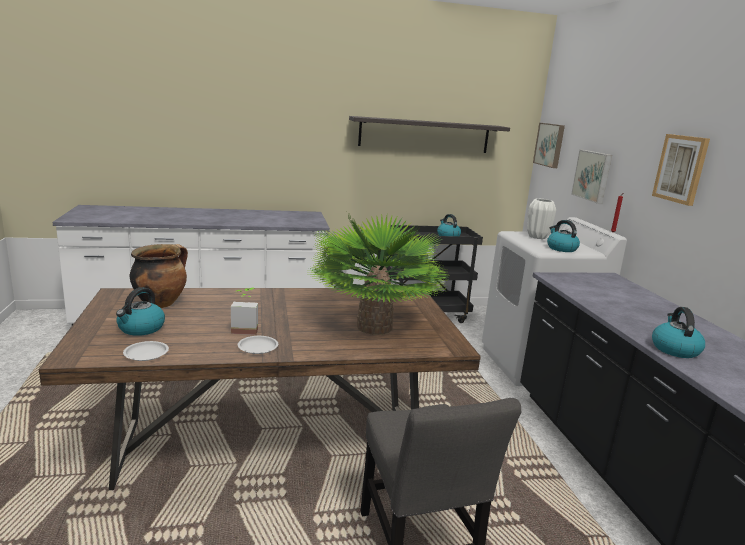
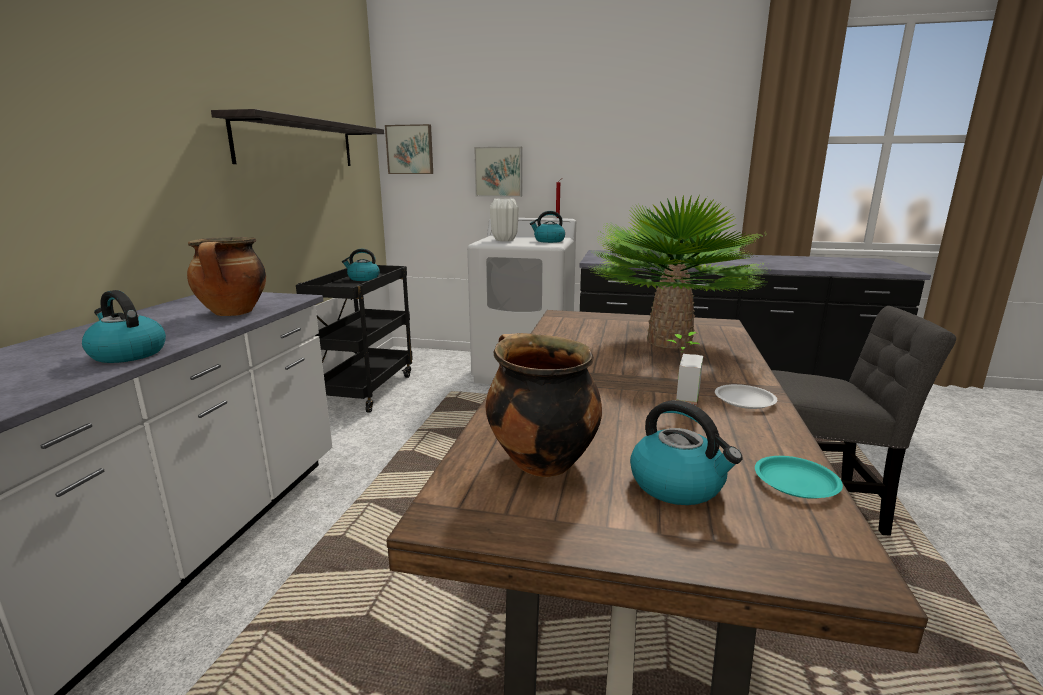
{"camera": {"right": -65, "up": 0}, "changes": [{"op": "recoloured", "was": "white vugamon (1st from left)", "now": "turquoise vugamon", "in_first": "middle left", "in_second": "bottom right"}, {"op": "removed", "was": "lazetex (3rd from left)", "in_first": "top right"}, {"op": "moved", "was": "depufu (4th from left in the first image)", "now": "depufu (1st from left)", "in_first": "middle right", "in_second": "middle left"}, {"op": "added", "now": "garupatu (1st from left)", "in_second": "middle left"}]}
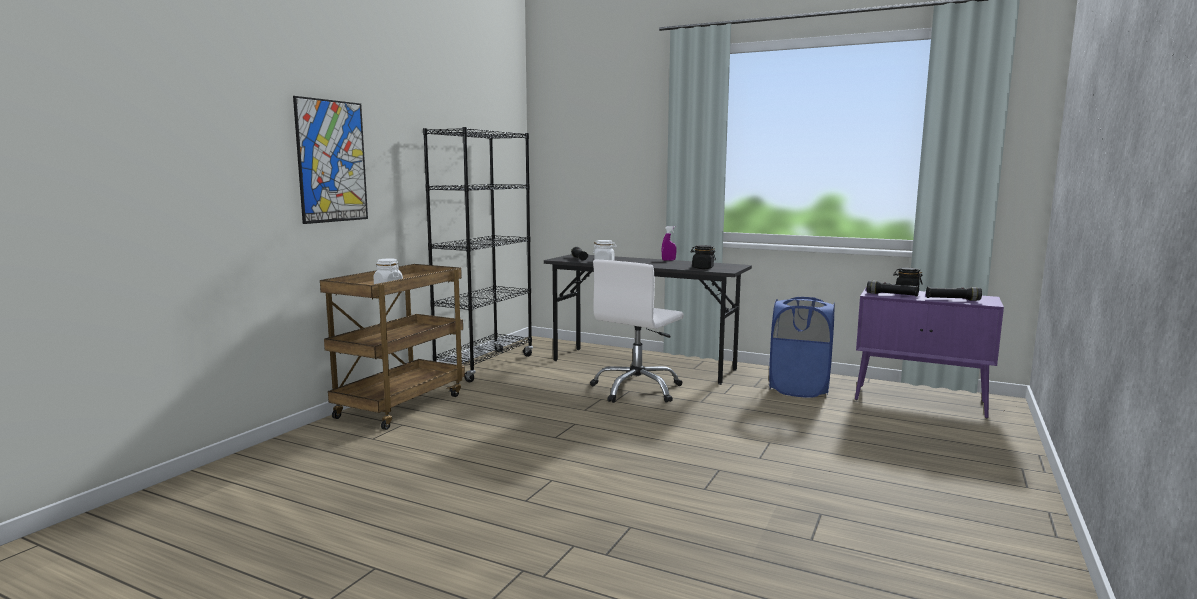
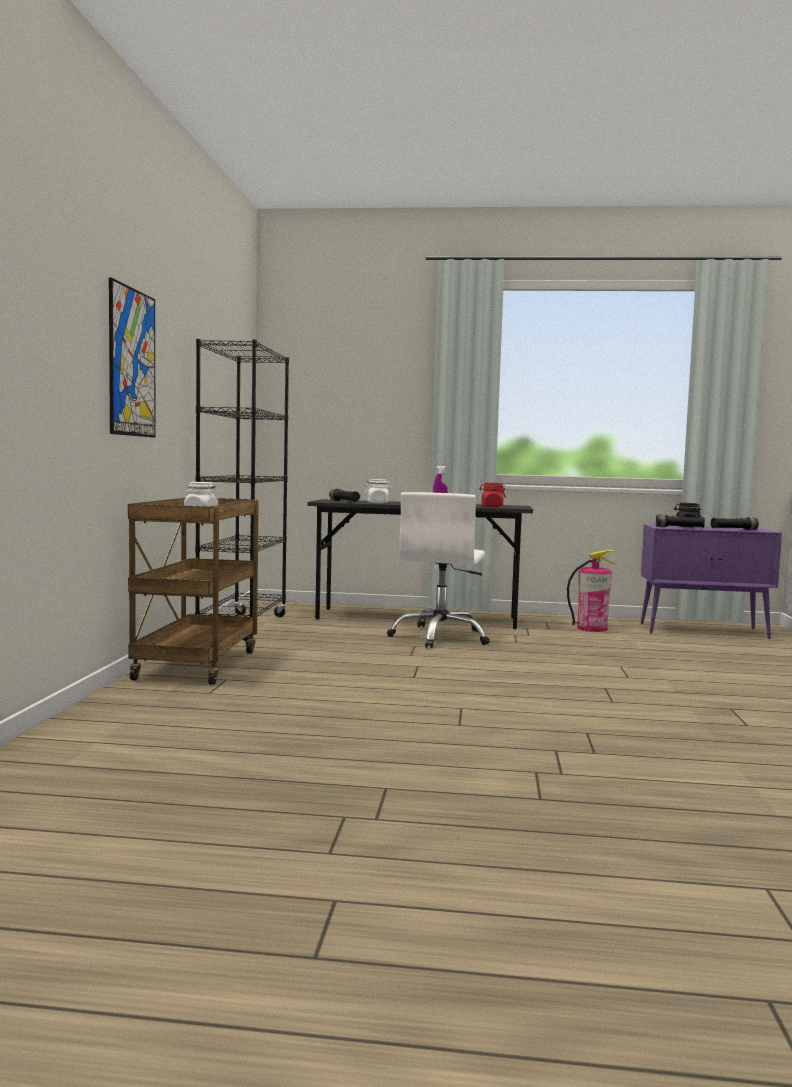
{"camera": {"right": -20, "up": -5}, "changes": [{"op": "recoloured", "was": "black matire (1st from left)", "now": "red matire", "in_first": "centre", "in_second": "centre"}, {"op": "replaced", "was": "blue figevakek", "now": "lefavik", "in_first": "middle right", "in_second": "middle right"}]}
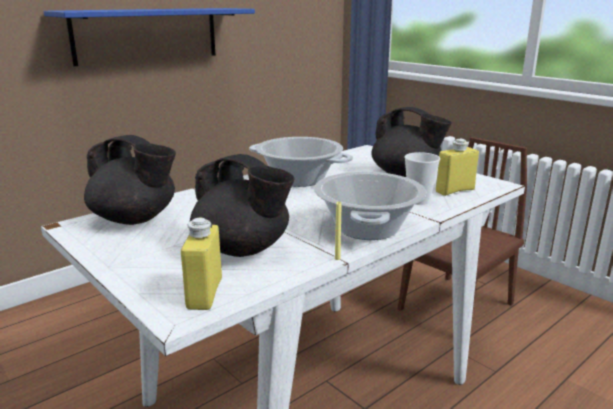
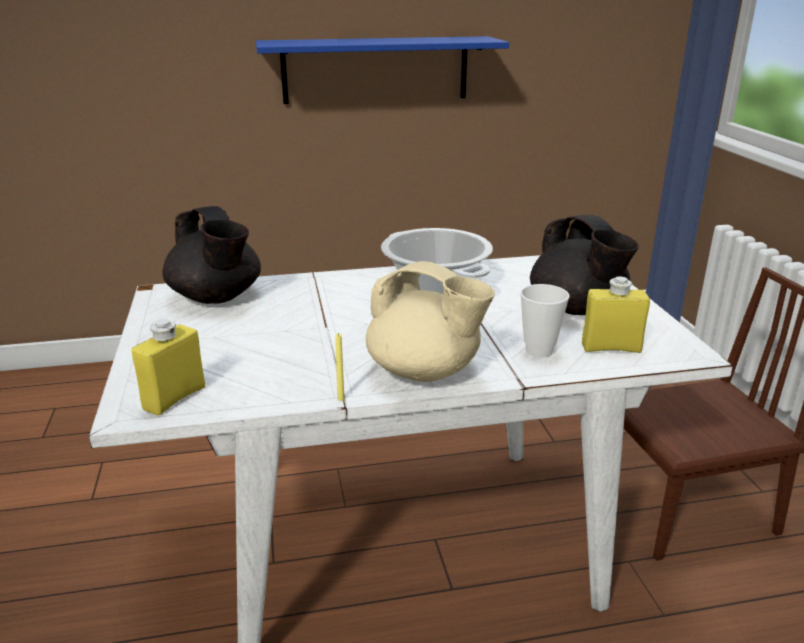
{"camera": {"right": 30, "up": 5}, "changes": [{"op": "removed", "was": "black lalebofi (2nd from left)", "in_first": "centre"}, {"op": "replaced", "was": "garupatu (2nd from left)", "now": "beige lalebofi", "in_first": "centre", "in_second": "centre"}]}
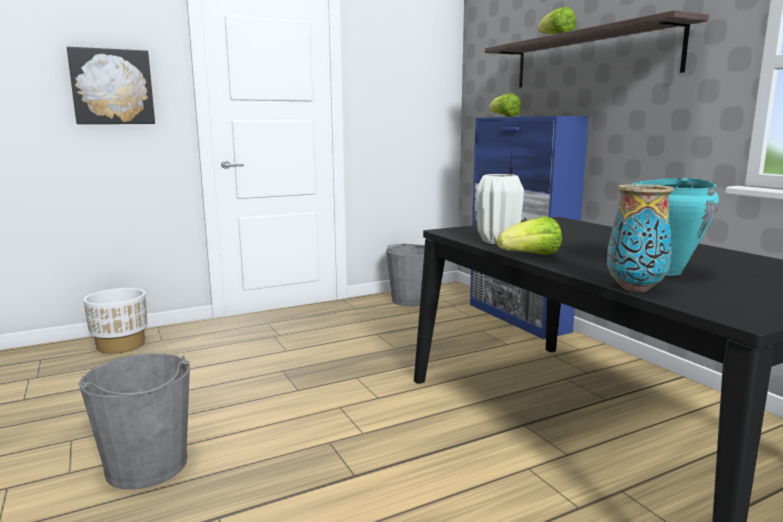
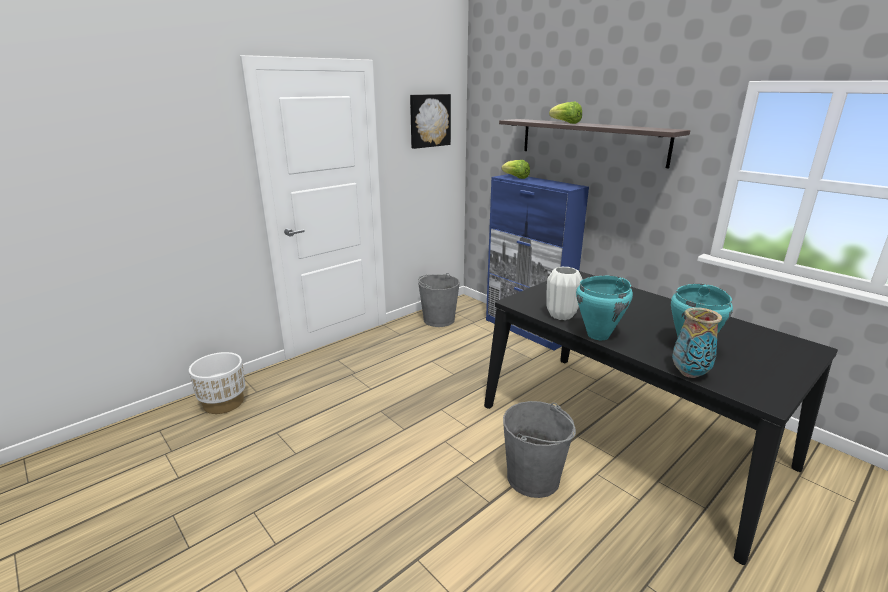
{"camera": {"right": -15, "up": 10}, "changes": [{"op": "moved", "was": "lazetex", "in_first": "top left", "in_second": "top centre"}, {"op": "moved", "was": "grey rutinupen (1st from left in the first image)", "now": "grey rutinupen (2nd from left)", "in_first": "bottom left", "in_second": "bottom centre"}, {"op": "replaced", "was": "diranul (2nd from left)", "now": "turquoise garupatu (1st from left)", "in_first": "middle right", "in_second": "middle right"}]}
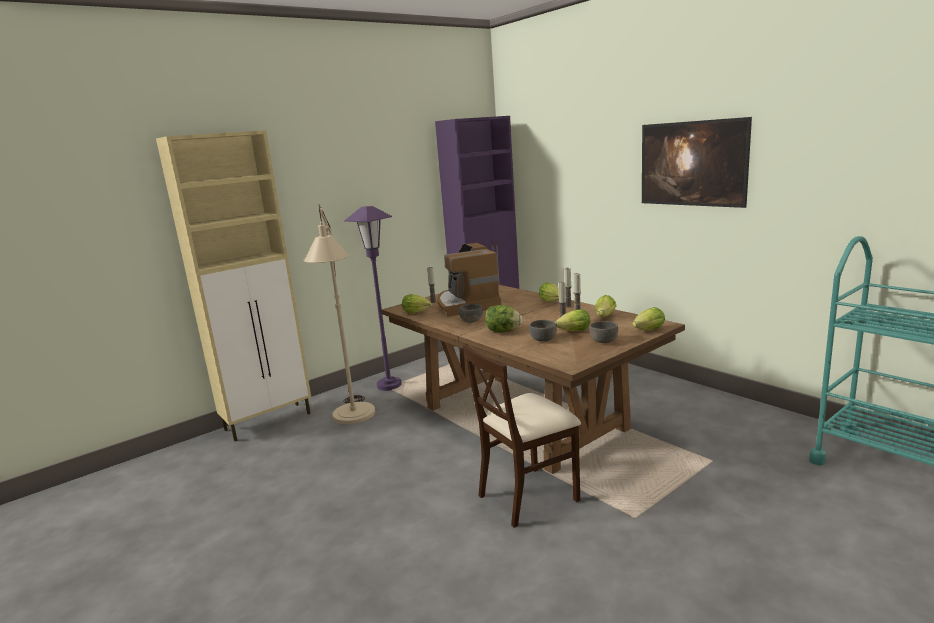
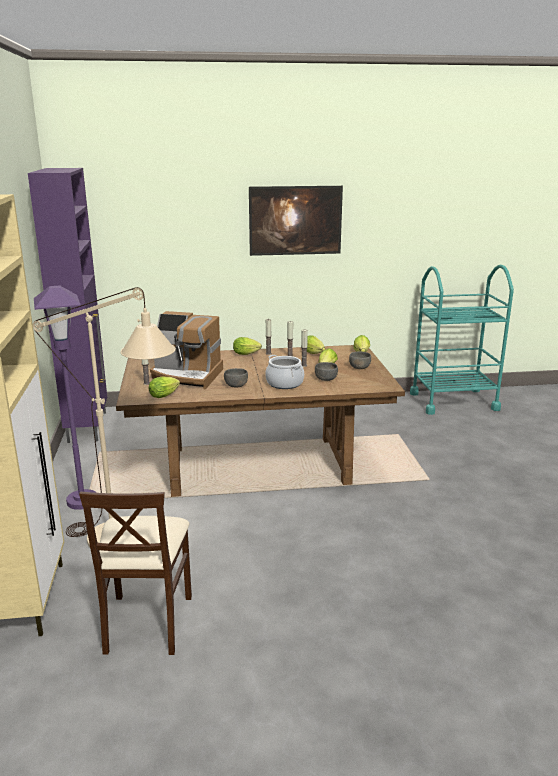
{"camera": {"right": -60, "up": 5}, "changes": [{"op": "moved", "was": "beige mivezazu", "in_first": "bottom centre", "in_second": "bottom left"}, {"op": "replaced", "was": "diranul (2nd from left)", "now": "garupatu", "in_first": "centre", "in_second": "centre"}]}
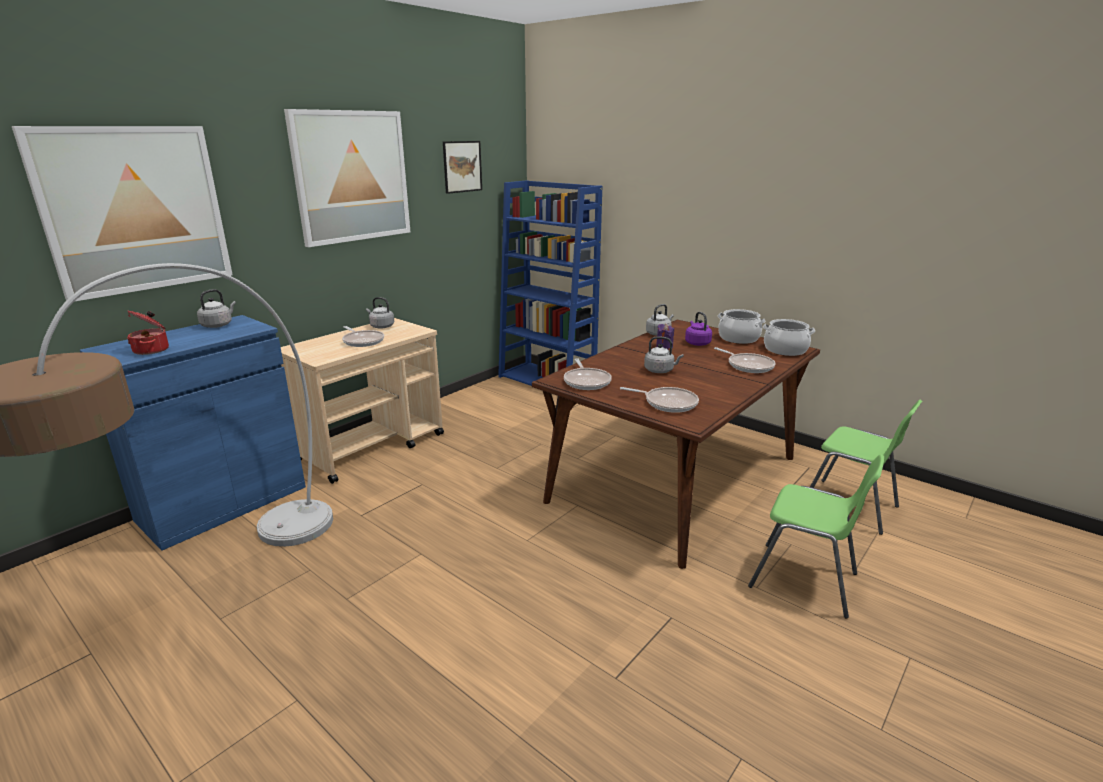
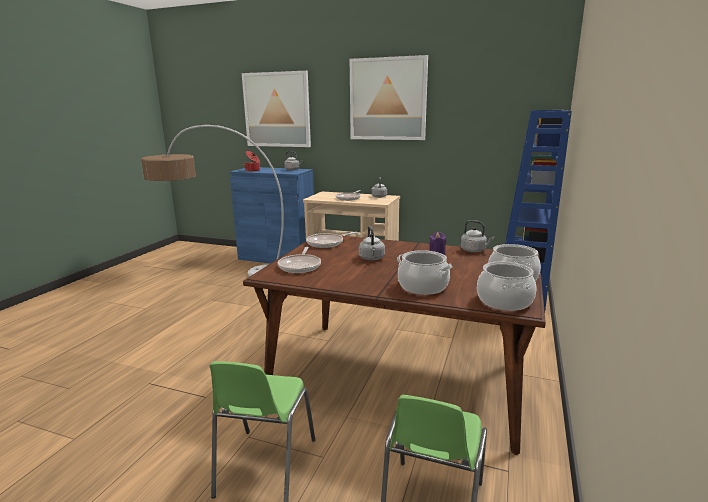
{"camera": {"right": 70, "up": -5}, "changes": [{"op": "removed", "was": "lazetex (3rd from left)", "in_first": "top centre"}, {"op": "removed", "was": "purple depufu", "in_first": "centre"}, {"op": "replaced", "was": "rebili (4th from left)", "now": "garupatu (2nd from left)", "in_first": "middle right", "in_second": "centre"}]}
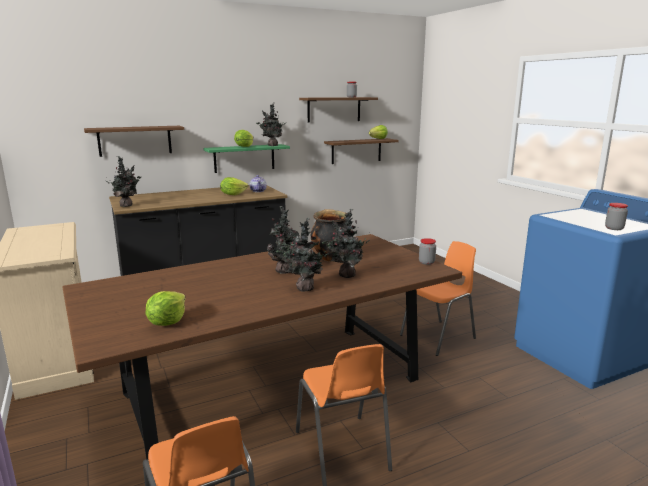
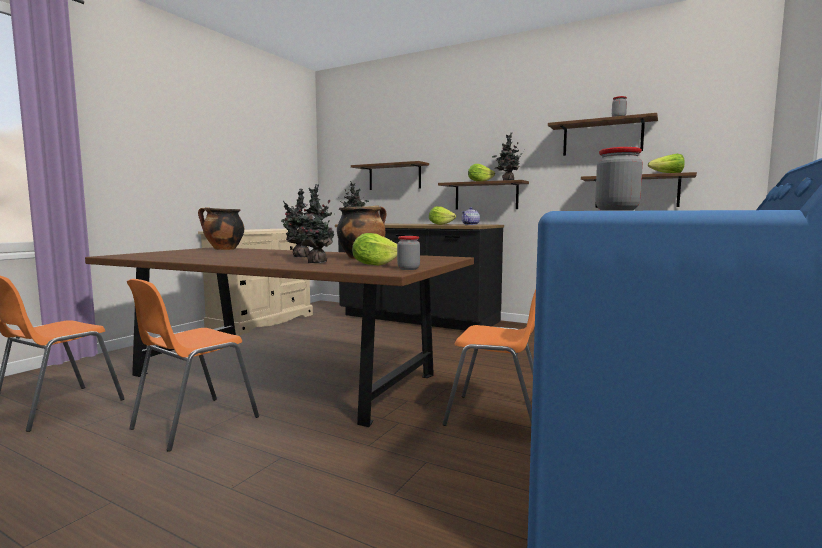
{"camera": {"right": 55, "up": -10}, "changes": [{"op": "moved", "was": "diranul (1st from left)", "in_first": "middle left", "in_second": "centre"}, {"op": "recoloured", "was": "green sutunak", "now": "brown sutunak (2nd from left)", "in_first": "top centre", "in_second": "centre"}, {"op": "removed", "was": "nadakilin (4th from left)", "in_first": "centre"}, {"op": "added", "now": "garupatu (1st from left)", "in_second": "middle left"}]}
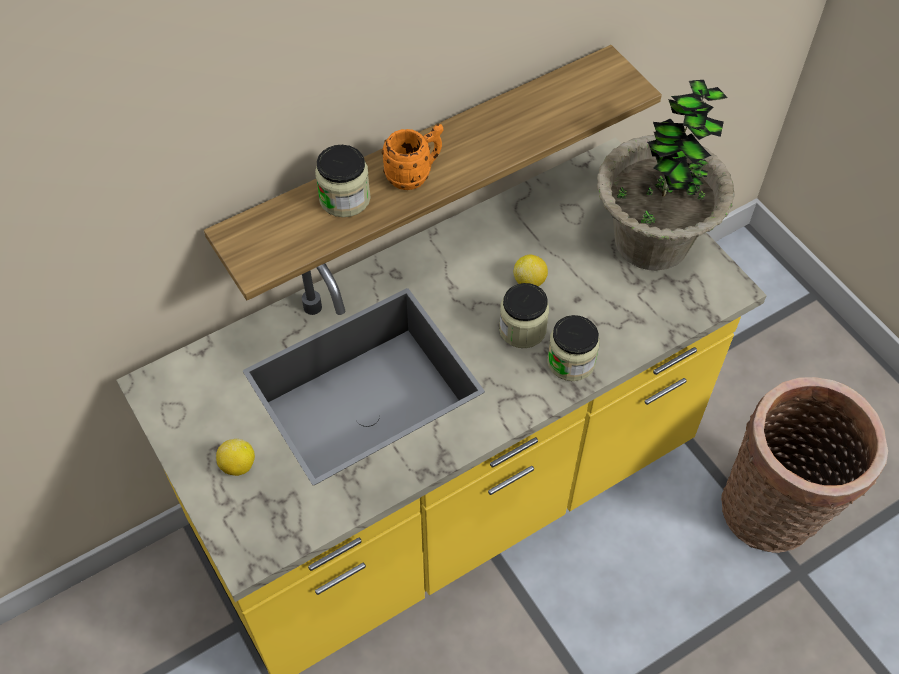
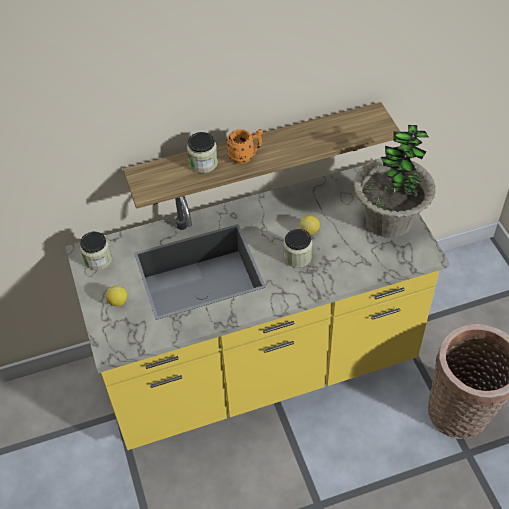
{"camera": {"right": 15, "up": -5}, "changes": [{"op": "moved", "was": "matire (3rd from left in the first image)", "now": "matire (1st from left)", "in_first": "centre", "in_second": "middle left"}]}
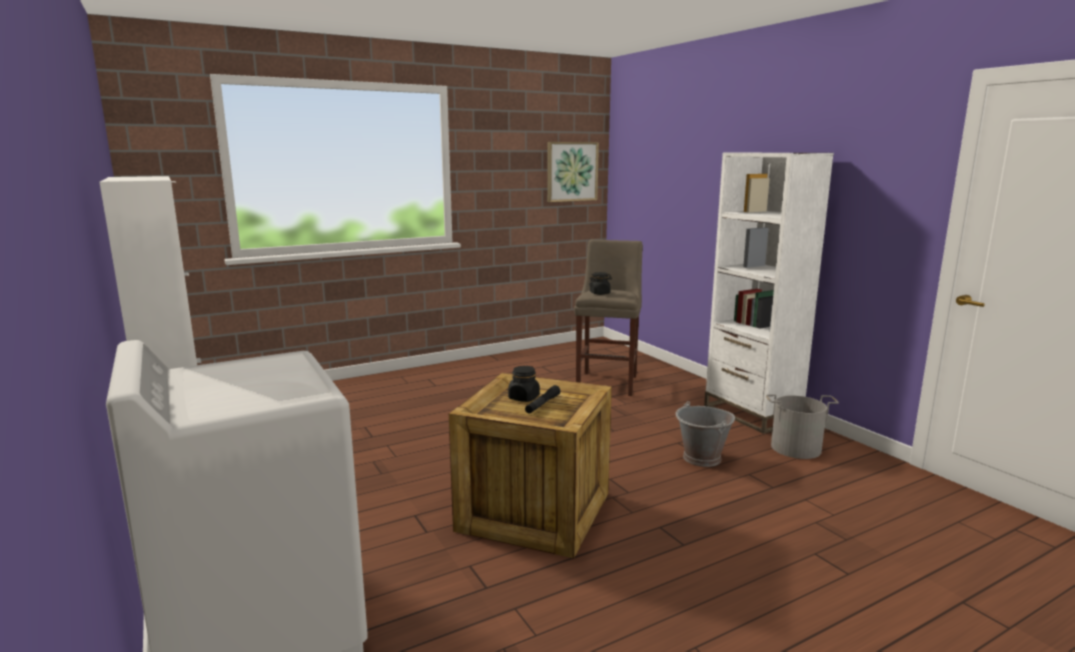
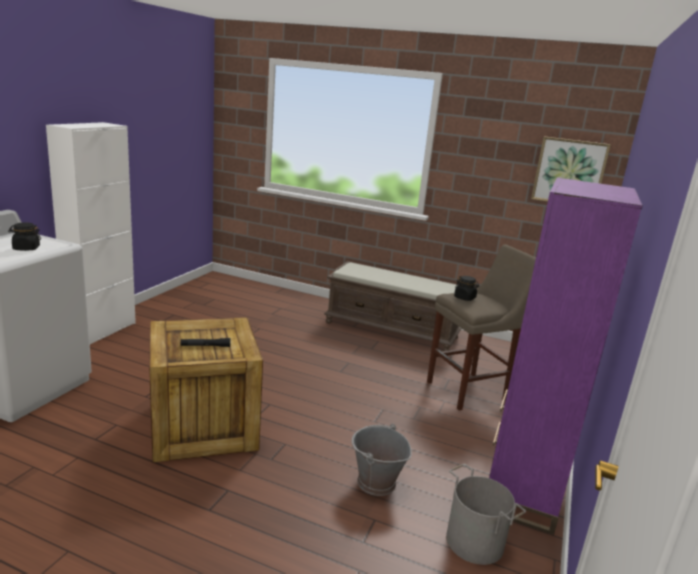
{"camera": {"right": 50, "up": 5}, "changes": [{"op": "moved", "was": "black matire (1st from left)", "in_first": "centre", "in_second": "middle left"}, {"op": "recoloured", "was": "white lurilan", "now": "purple lurilan", "in_first": "middle right", "in_second": "middle right"}, {"op": "added", "now": "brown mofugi", "in_second": "centre"}]}
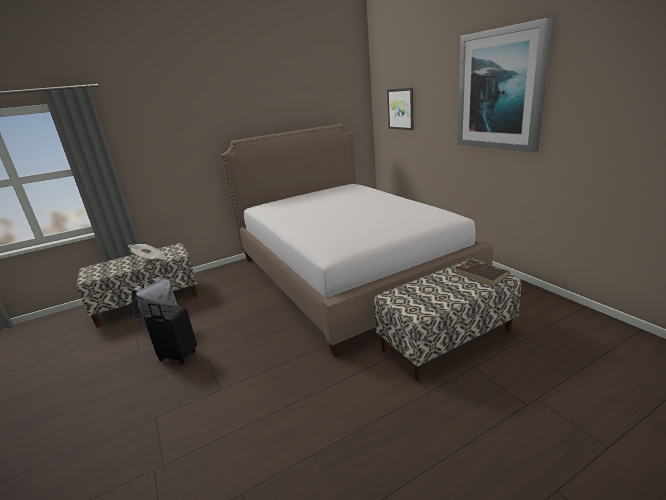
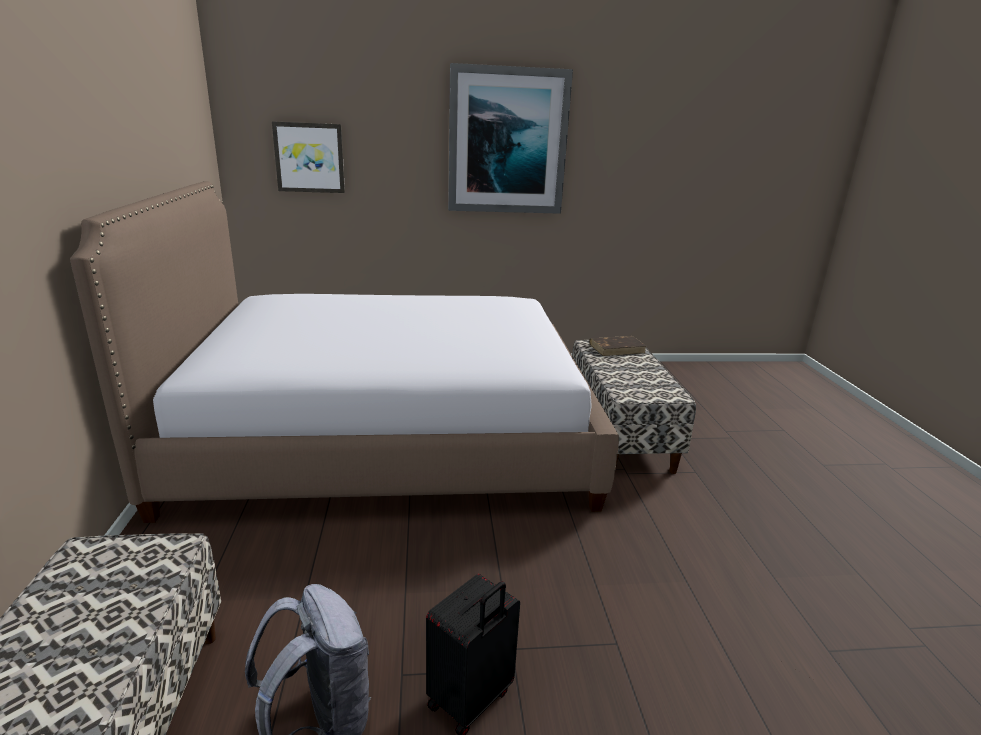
{"camera": {"right": -70, "up": 0}, "changes": [{"op": "removed", "was": "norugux", "in_first": "middle left"}]}
